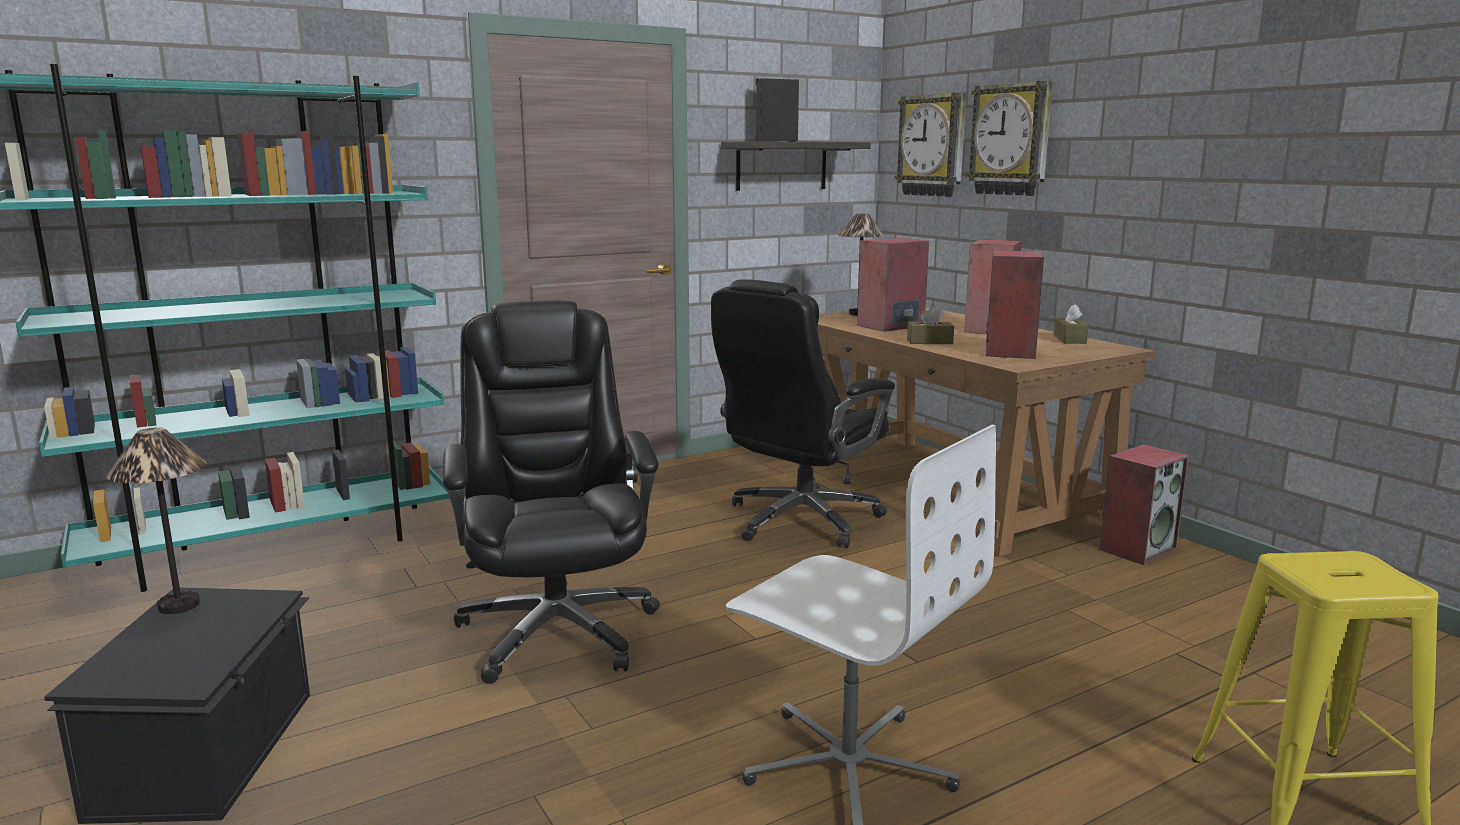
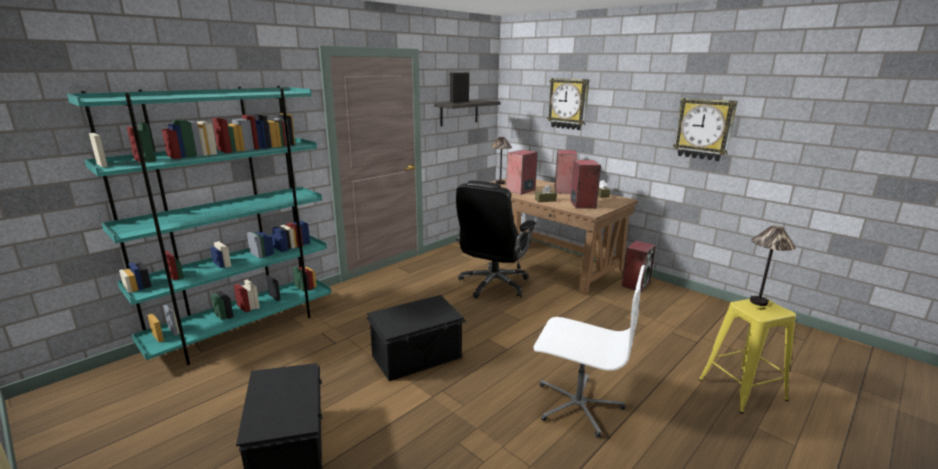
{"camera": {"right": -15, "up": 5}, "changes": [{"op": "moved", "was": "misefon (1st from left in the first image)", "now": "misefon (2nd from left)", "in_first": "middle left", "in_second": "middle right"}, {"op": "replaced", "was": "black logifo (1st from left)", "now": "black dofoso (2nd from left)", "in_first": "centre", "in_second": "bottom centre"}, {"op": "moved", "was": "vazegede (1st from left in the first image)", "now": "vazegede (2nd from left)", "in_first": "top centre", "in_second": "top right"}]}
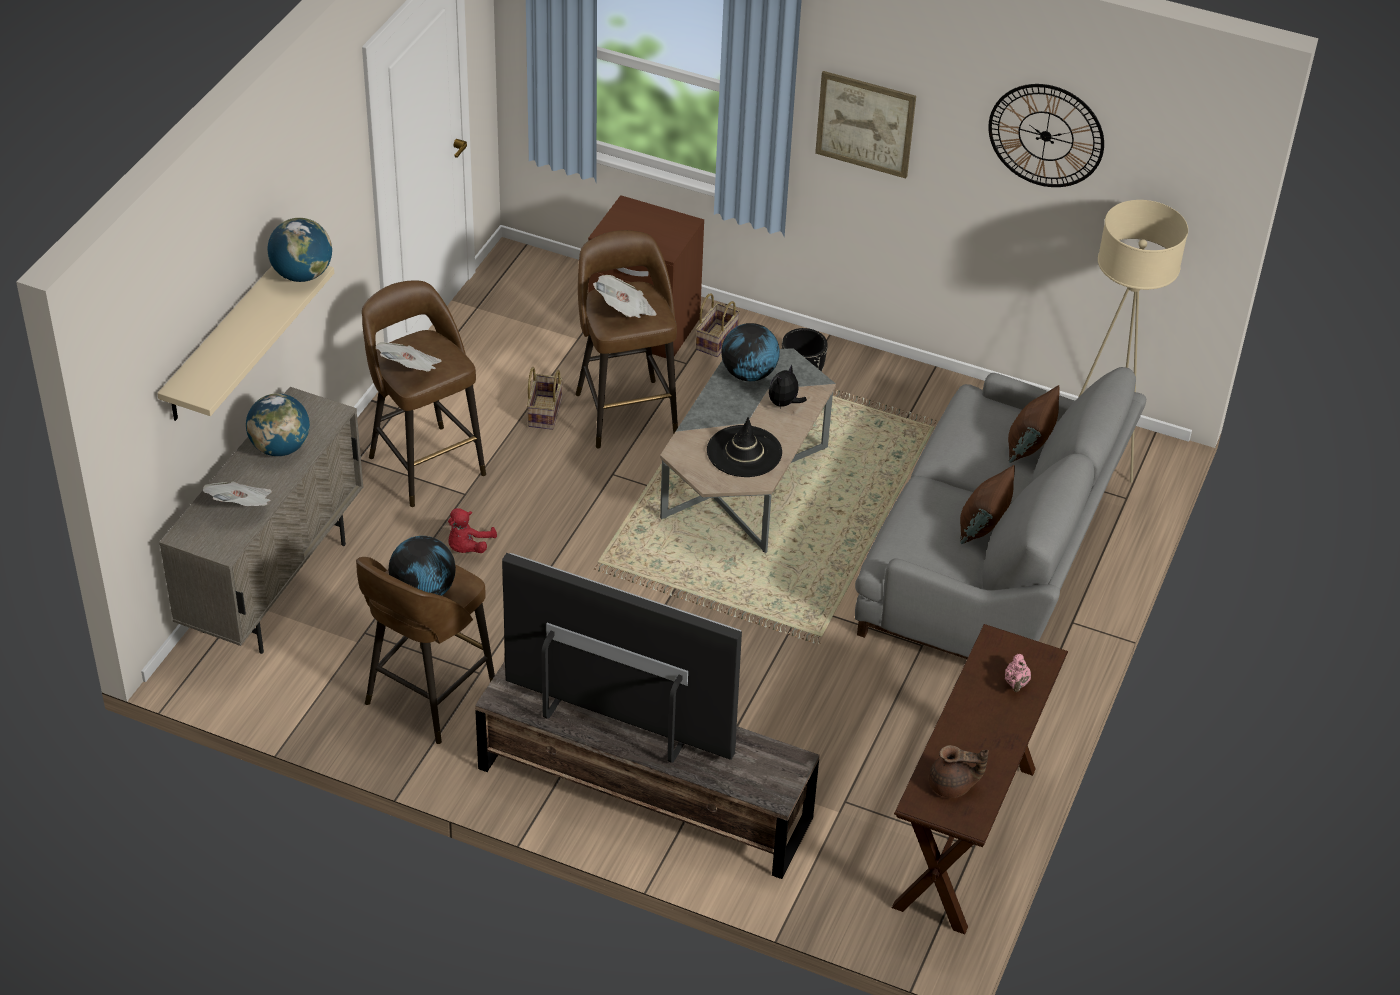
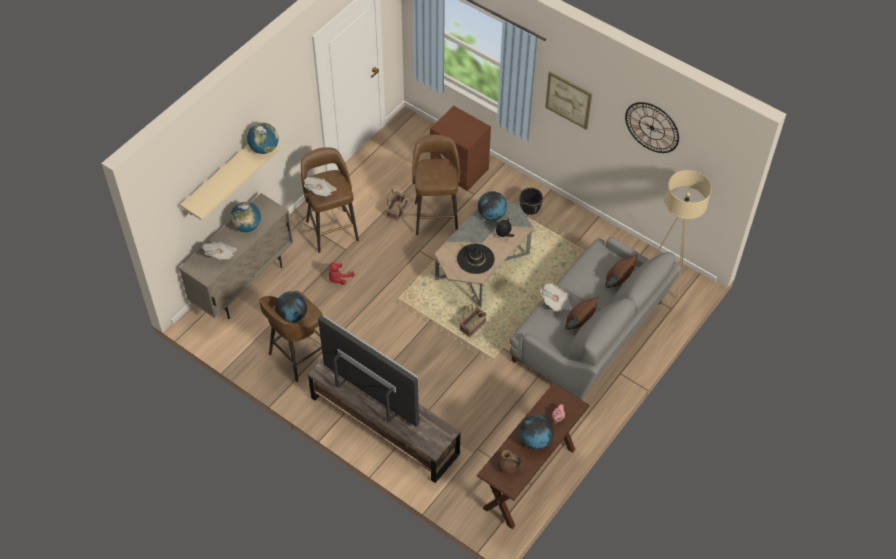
{"camera": {"right": 15, "up": 10}, "changes": [{"op": "moved", "was": "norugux (3rd from left)", "in_first": "top centre", "in_second": "centre"}, {"op": "moved", "was": "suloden (2nd from left)", "in_first": "top centre", "in_second": "centre"}, {"op": "added", "now": "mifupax (5th from left)", "in_second": "bottom centre"}]}
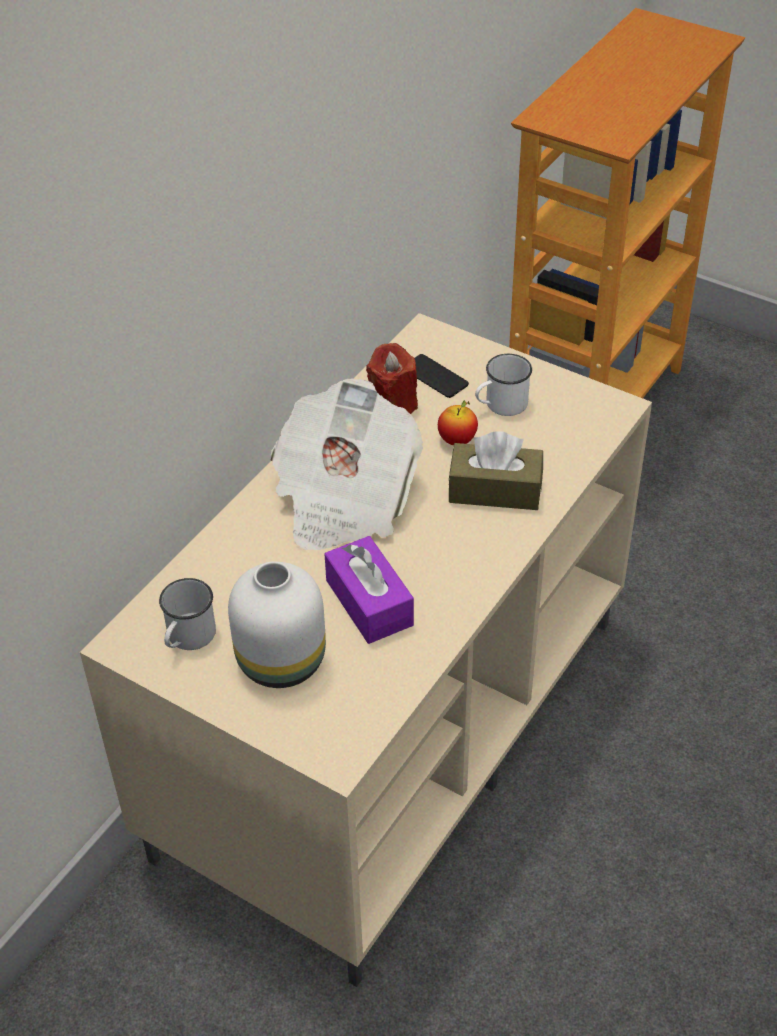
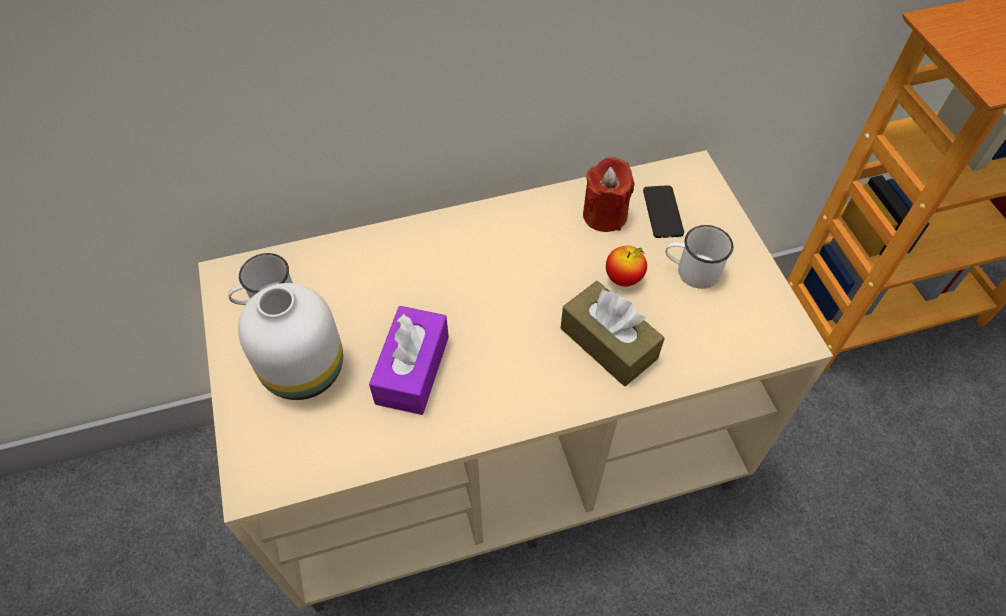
{"camera": {"right": 40, "up": 10}, "changes": [{"op": "removed", "was": "norugux", "in_first": "centre"}]}
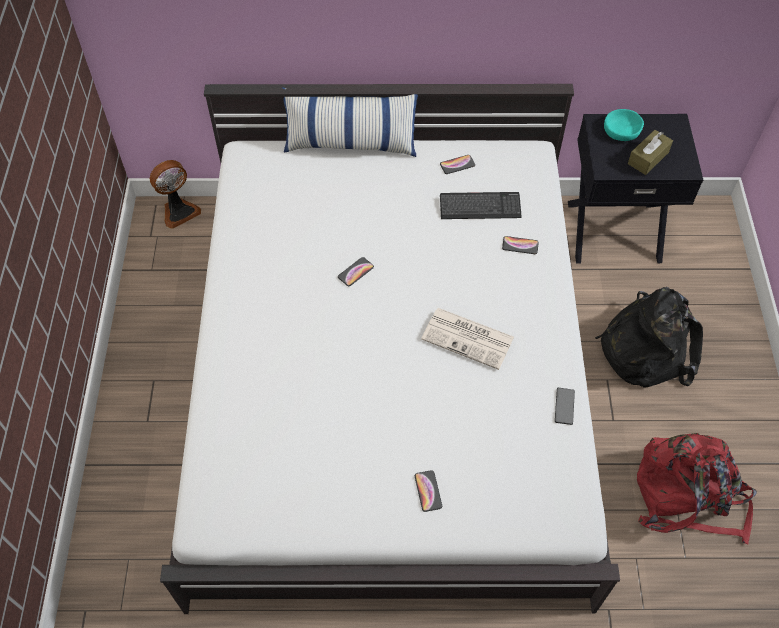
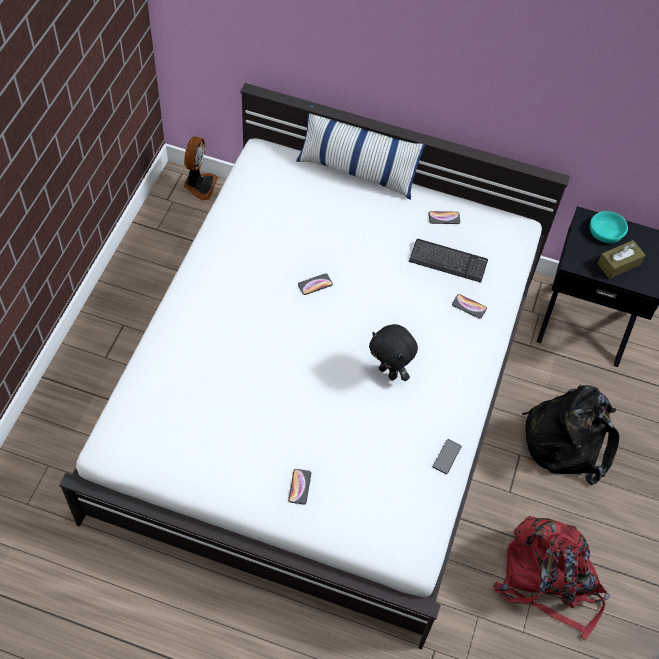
{"camera": {"right": 15, "up": 0}, "changes": [{"op": "turned", "was": "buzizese", "in_first": "top left", "in_second": "top left", "clockwise": -60}, {"op": "replaced", "was": "norugux", "now": "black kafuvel", "in_first": "centre", "in_second": "centre"}]}
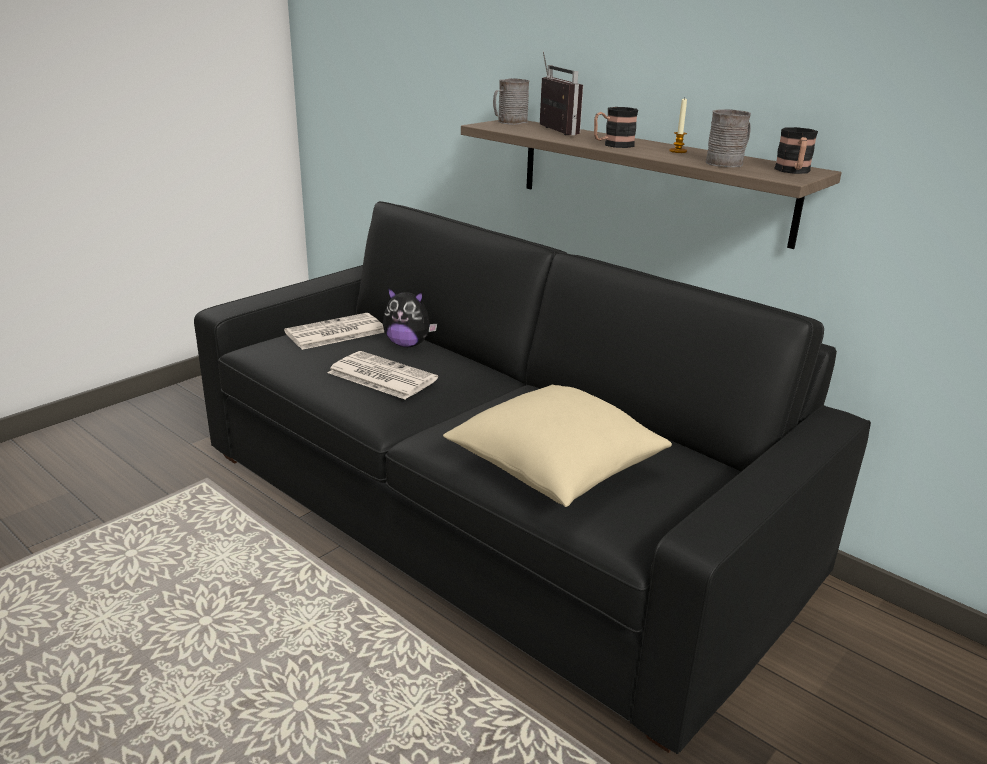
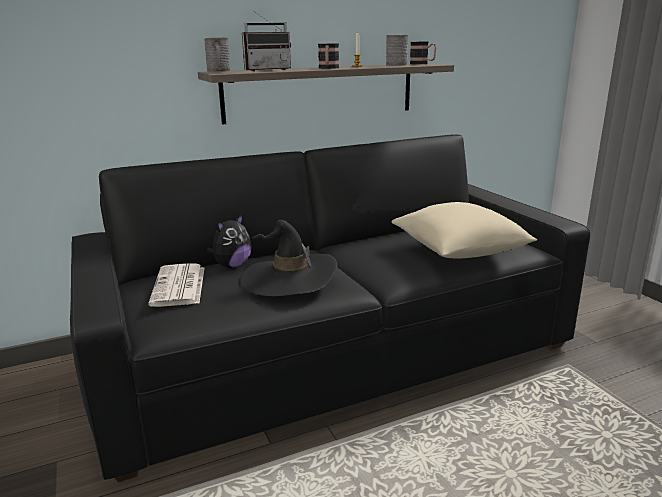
{"camera": {"right": -65, "up": -5}, "changes": [{"op": "replaced", "was": "norugux (2nd from left)", "now": "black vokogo", "in_first": "centre", "in_second": "centre"}, {"op": "turned", "was": "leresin", "in_first": "top centre", "in_second": "top centre", "clockwise": 150}]}
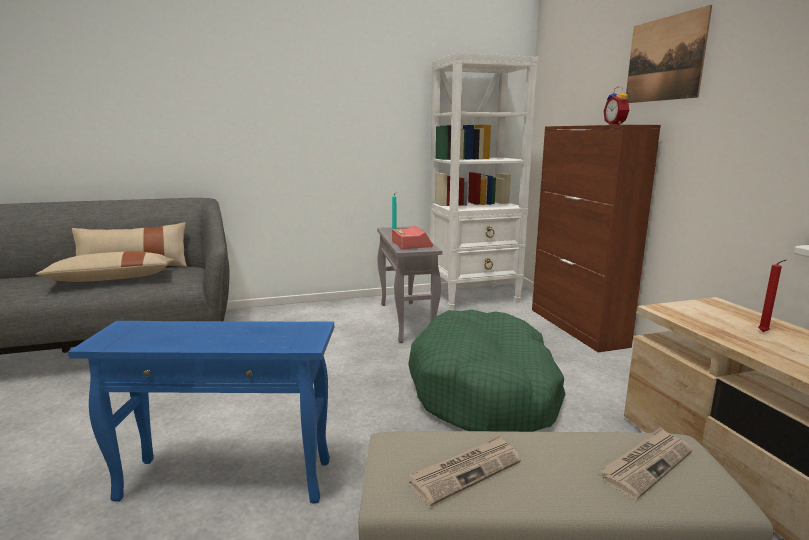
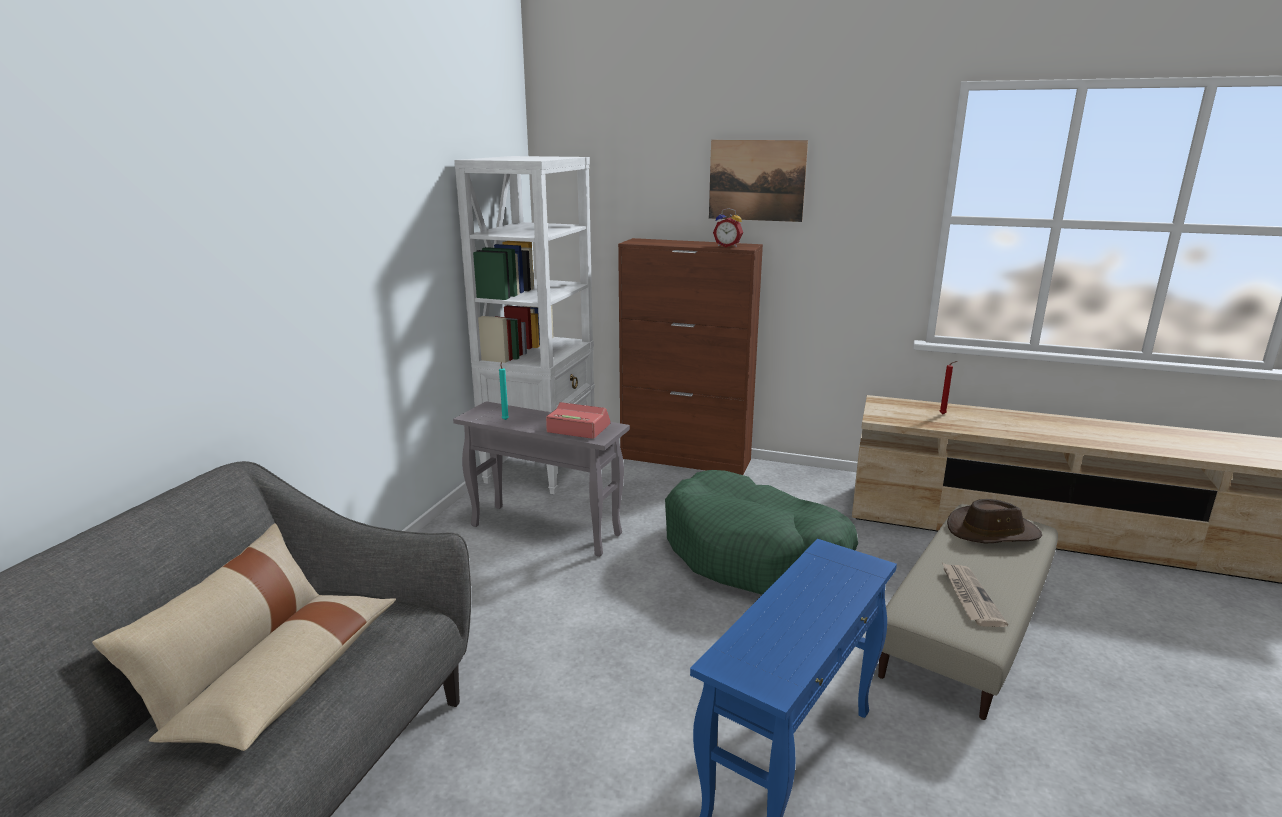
{"camera": {"right": -55, "up": 5}, "changes": [{"op": "replaced", "was": "norugux (2nd from left)", "now": "brown vokogo", "in_first": "bottom right", "in_second": "middle right"}]}
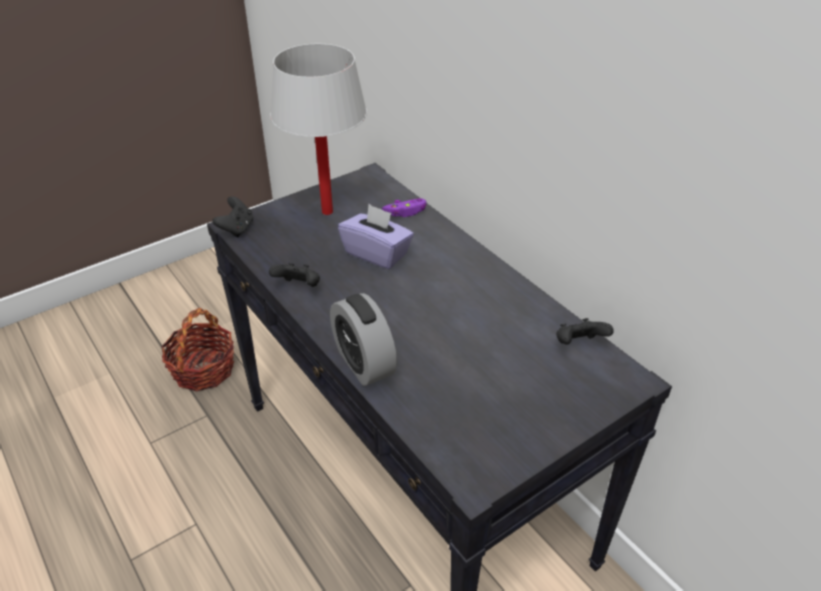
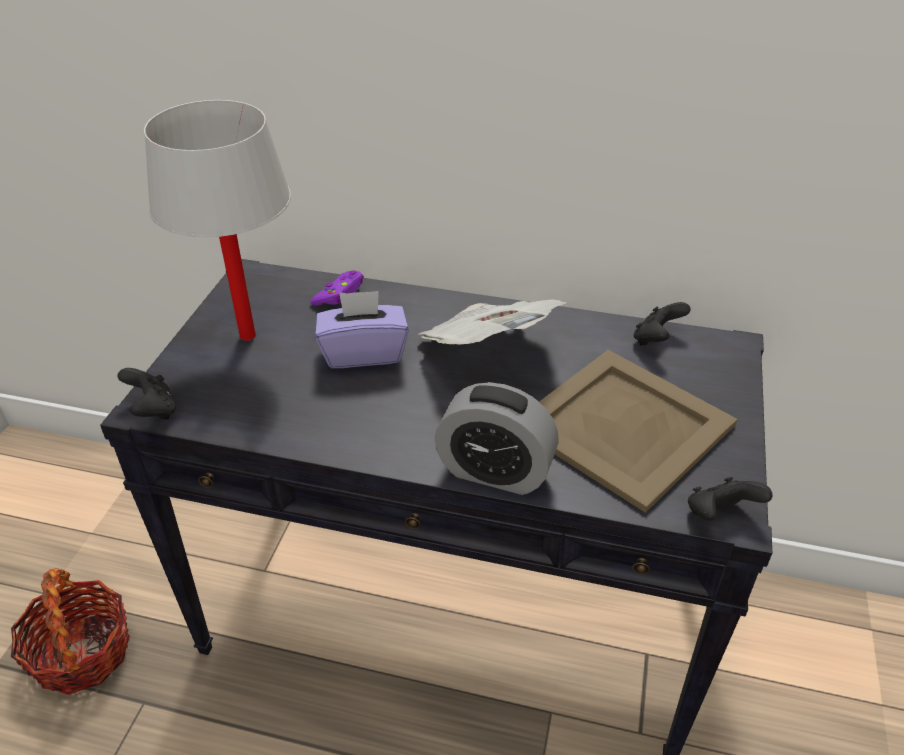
{"camera": {"right": -40, "up": 0}, "changes": [{"op": "moved", "was": "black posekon (2nd from left in the first image)", "now": "black posekon (3rd from left)", "in_first": "centre", "in_second": "middle right"}, {"op": "added", "now": "norugux", "in_second": "centre"}, {"op": "added", "now": "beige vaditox", "in_second": "middle right"}]}
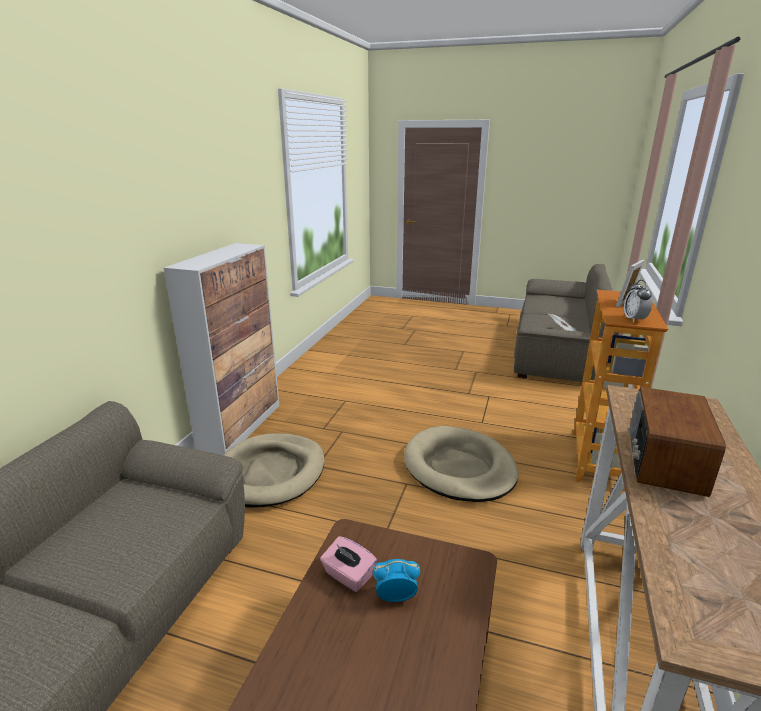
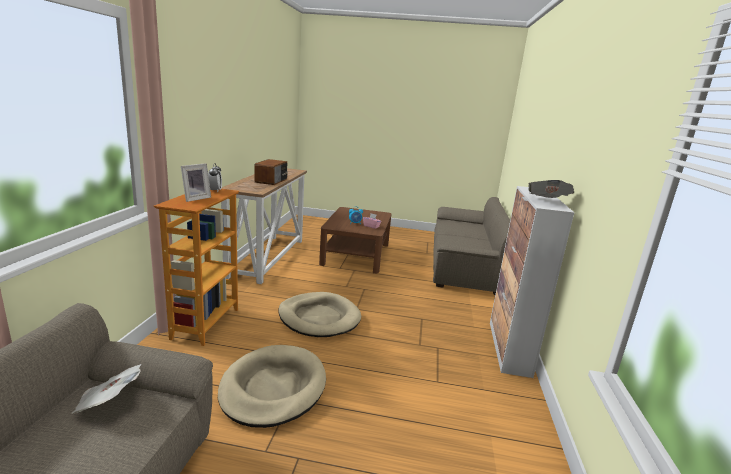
{"camera": {"right": 170, "up": -5}, "changes": [{"op": "moved", "was": "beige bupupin (1st from left)", "in_first": "centre", "in_second": "bottom centre"}, {"op": "added", "now": "norugux (2nd from left)", "in_second": "middle right"}]}
